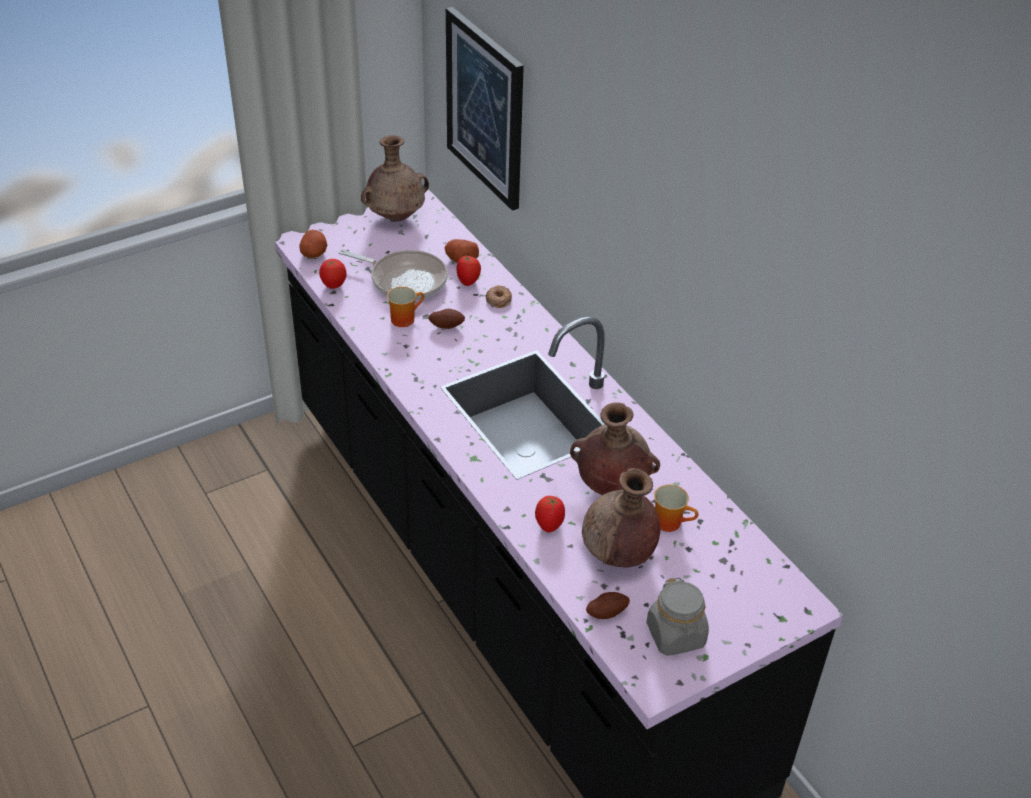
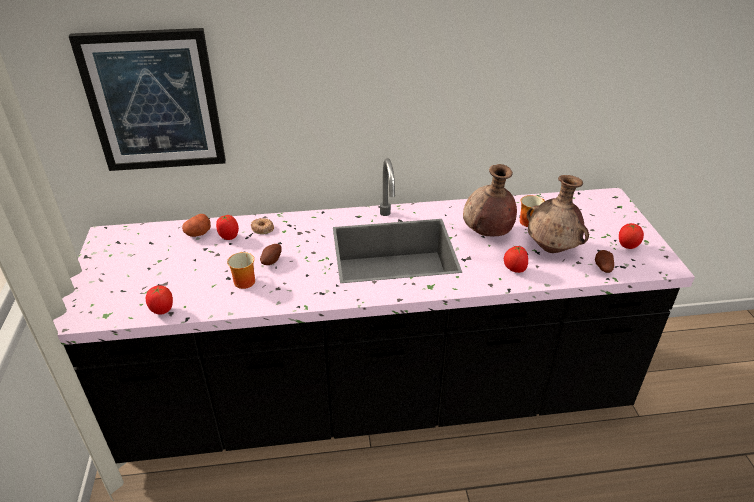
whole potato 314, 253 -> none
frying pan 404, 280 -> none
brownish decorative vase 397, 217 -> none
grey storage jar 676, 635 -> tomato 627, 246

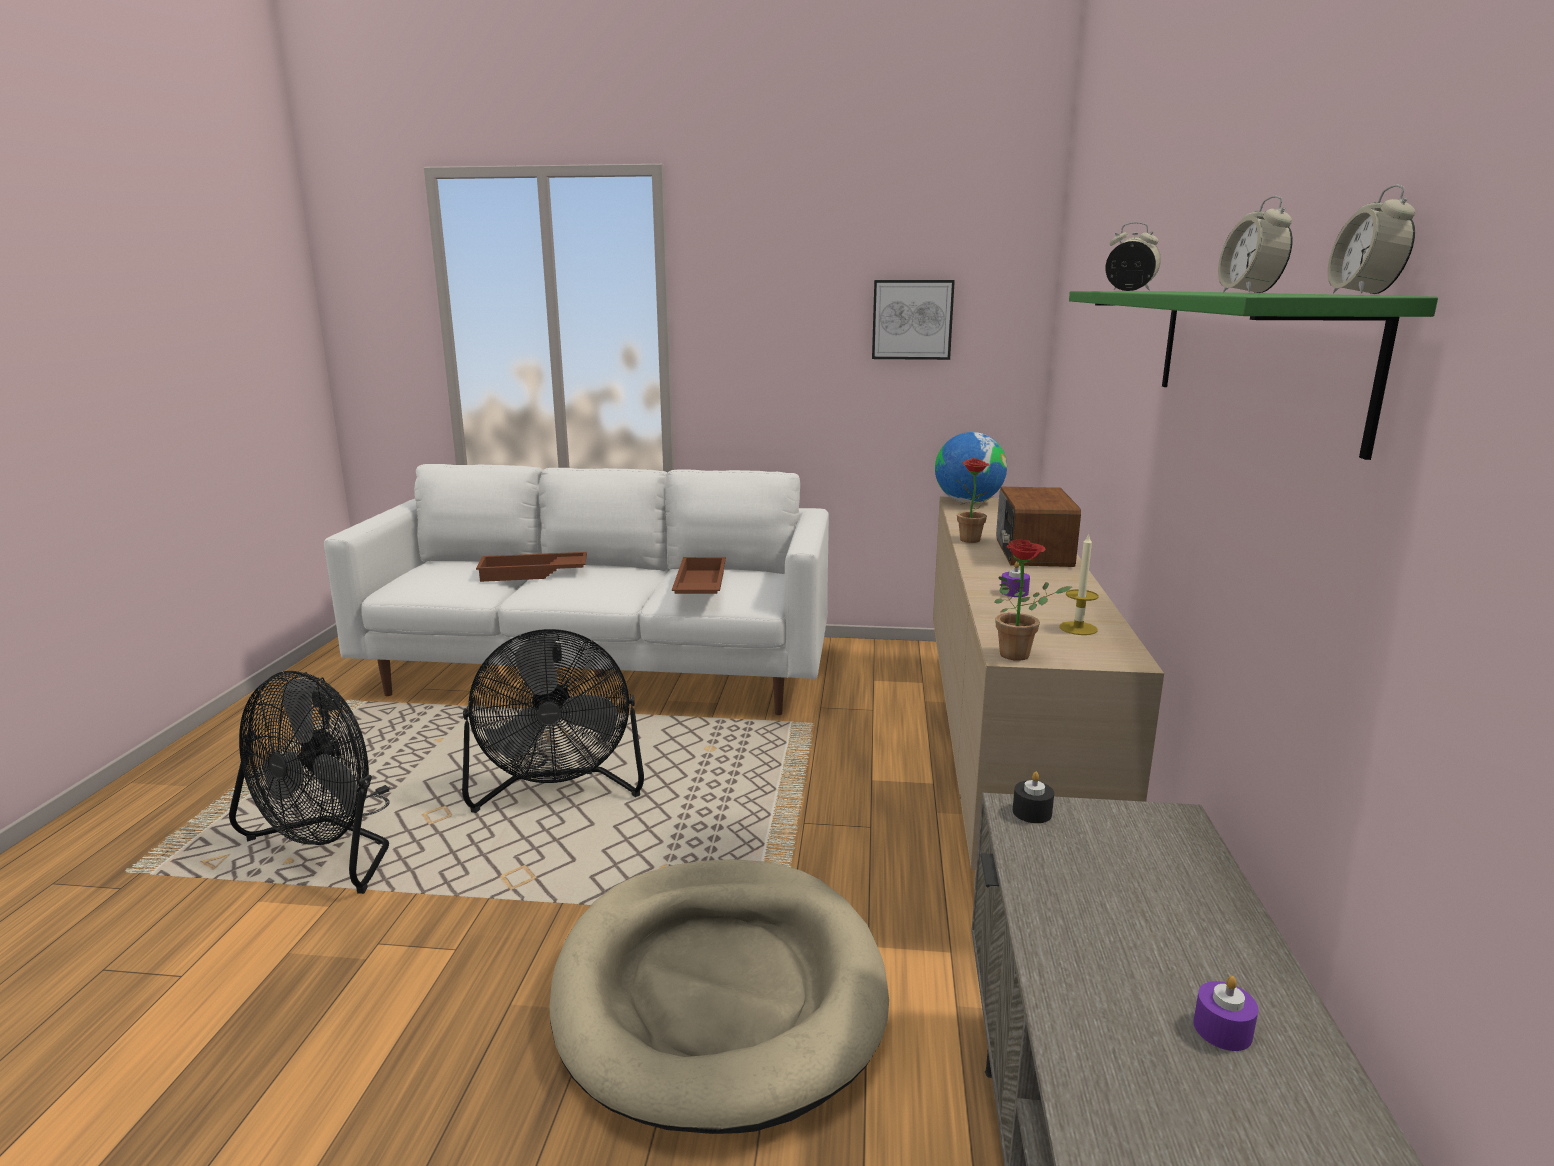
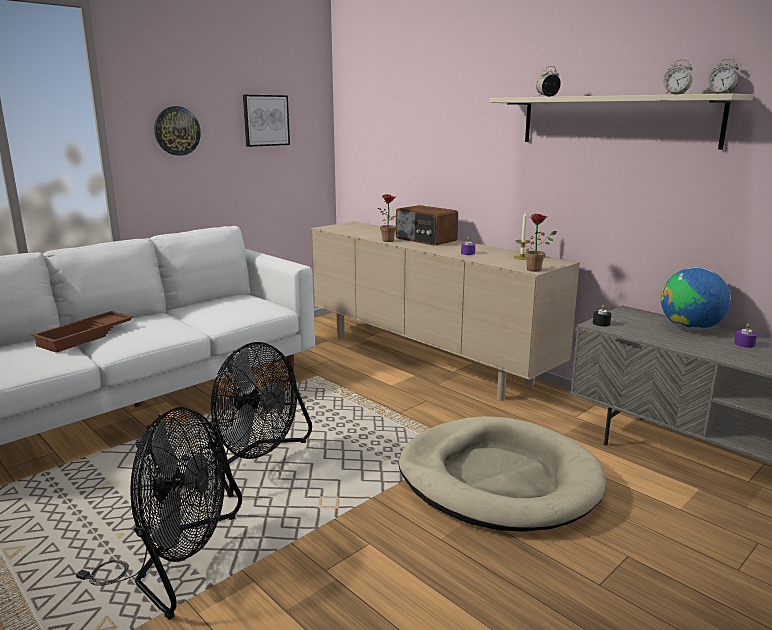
brownish carrying tray 699, 586 -> none
none -> wall clock 177, 131
desk globe 968, 502 -> desk globe 690, 328, move
green bracket shelf 1249, 354 -> sand-coloured bracket shelf 615, 121
blackish fan 332, 844 -> blackish fan 174, 563, 60 degrees counterclockwise

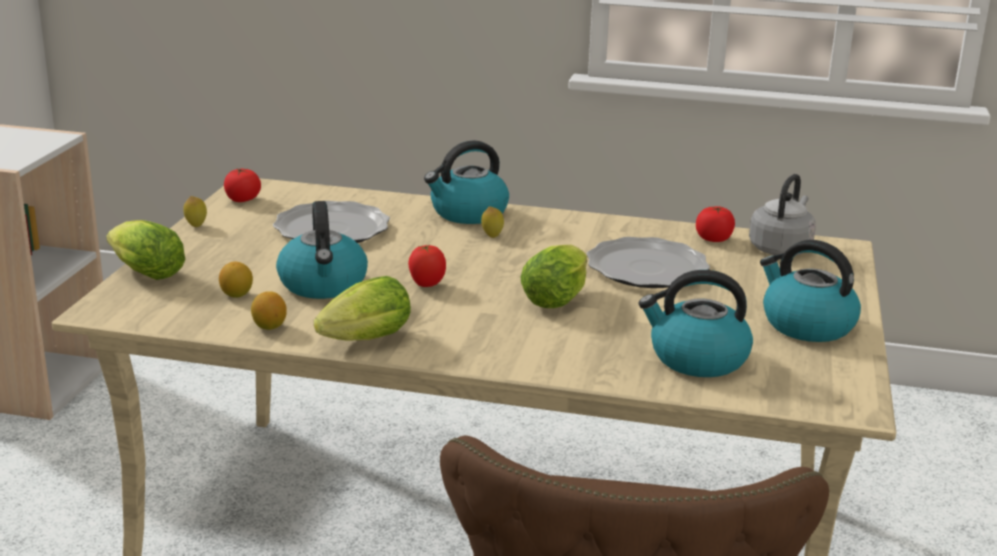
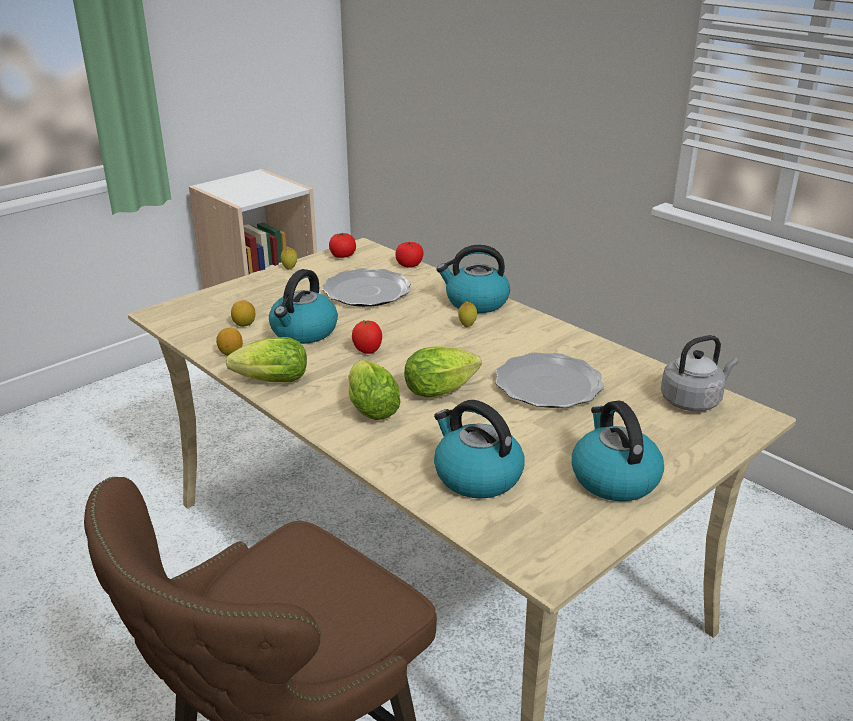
lettuce head 143, 273 -> lettuce head 370, 407, move
tomato 714, 239 -> tomato 409, 265, move

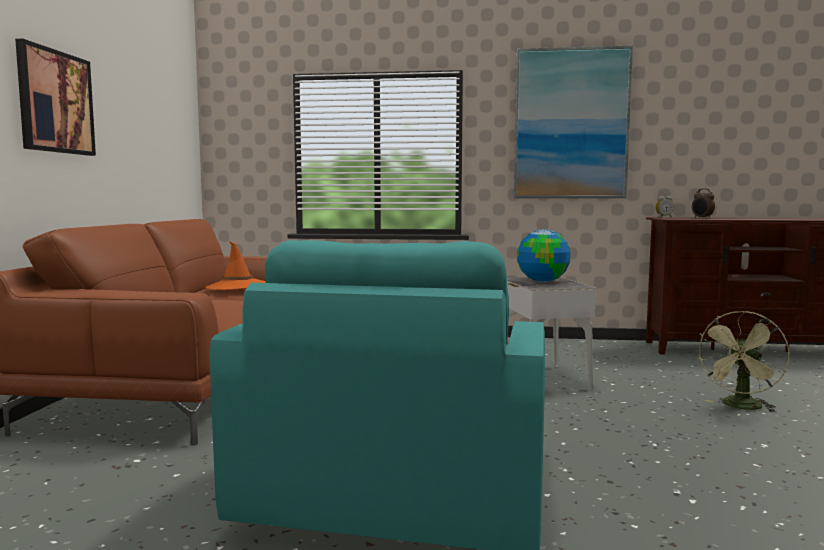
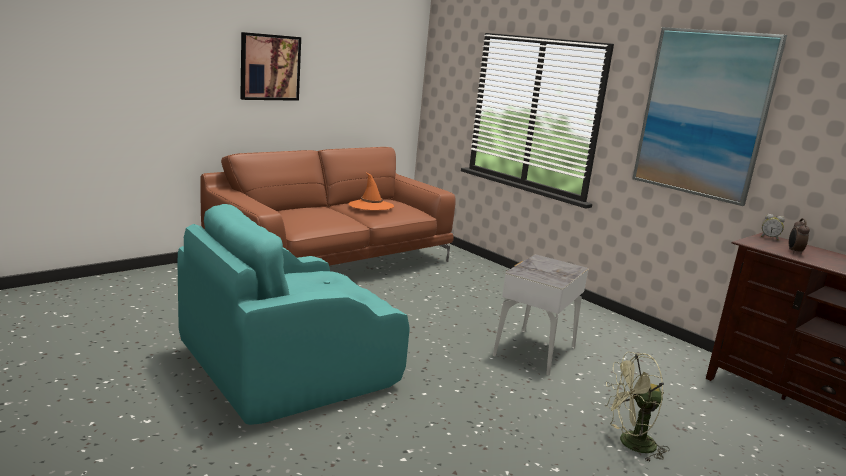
desk globe 542, 281 -> none

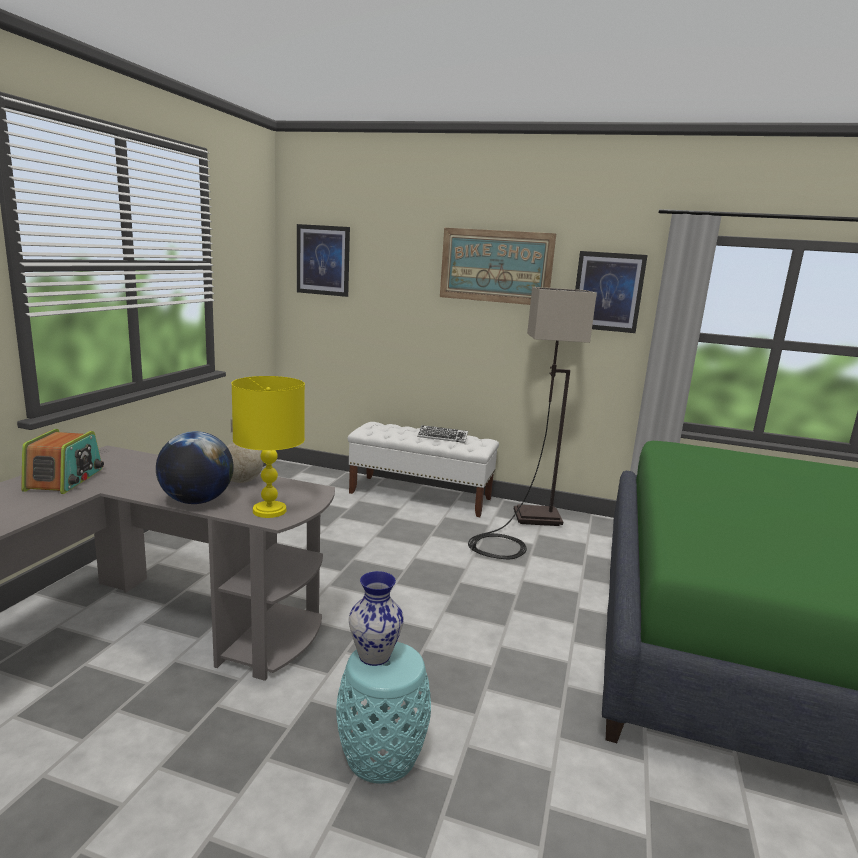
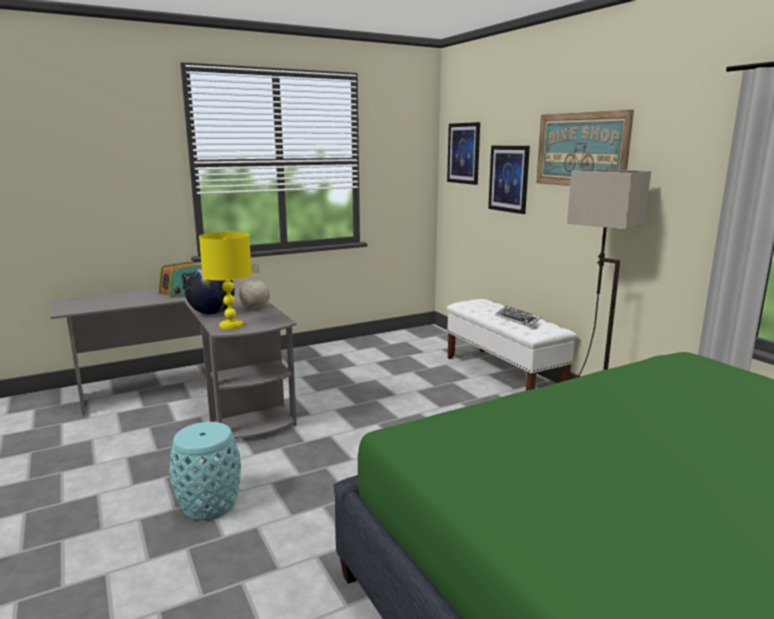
decorative vase 373, 655 -> none
wall art 607, 292 -> wall art 509, 178, move

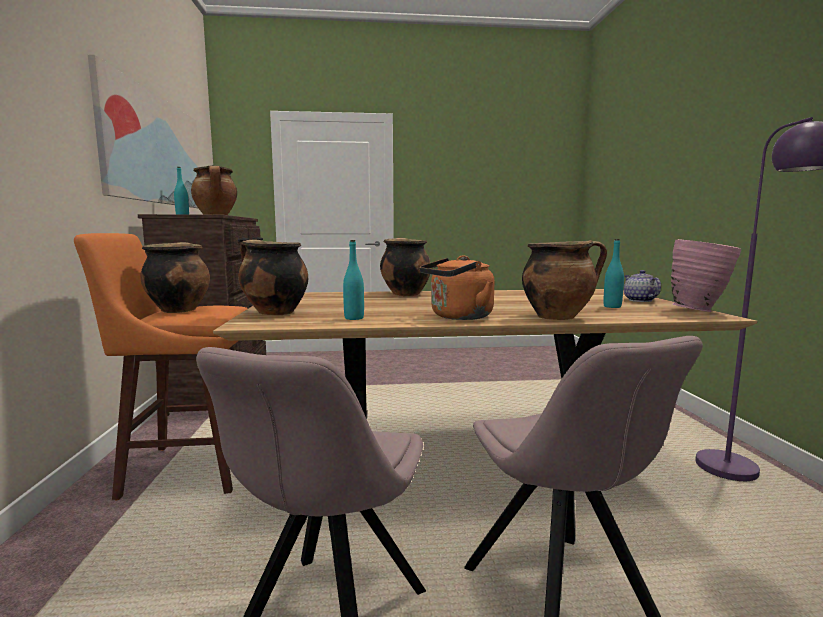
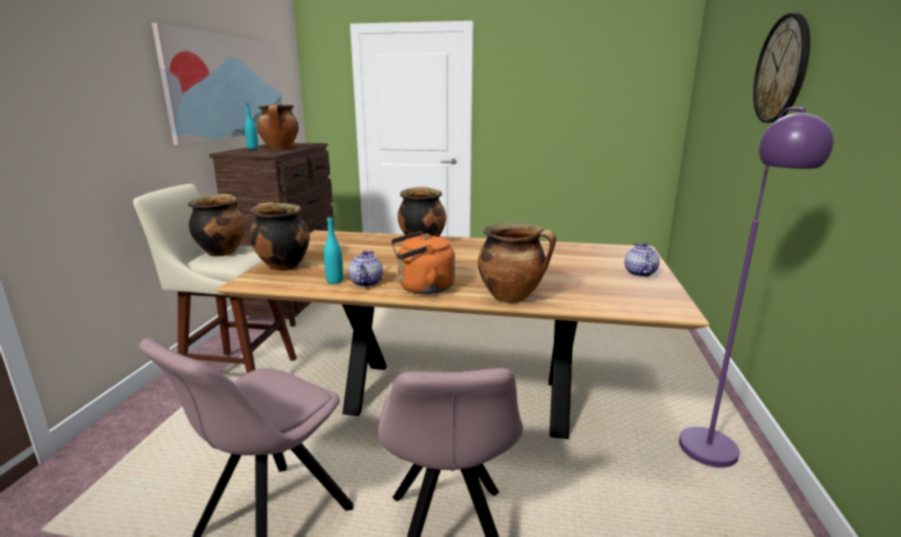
turquoise-coloured bottle 612, 306 -> none
pinkish decorative vase 699, 310 -> none
none -> pot for tea 365, 282
none -> wall clock 782, 70
orange-coloured sitting stool 188, 469 -> sand-coloured sitting stool 238, 375

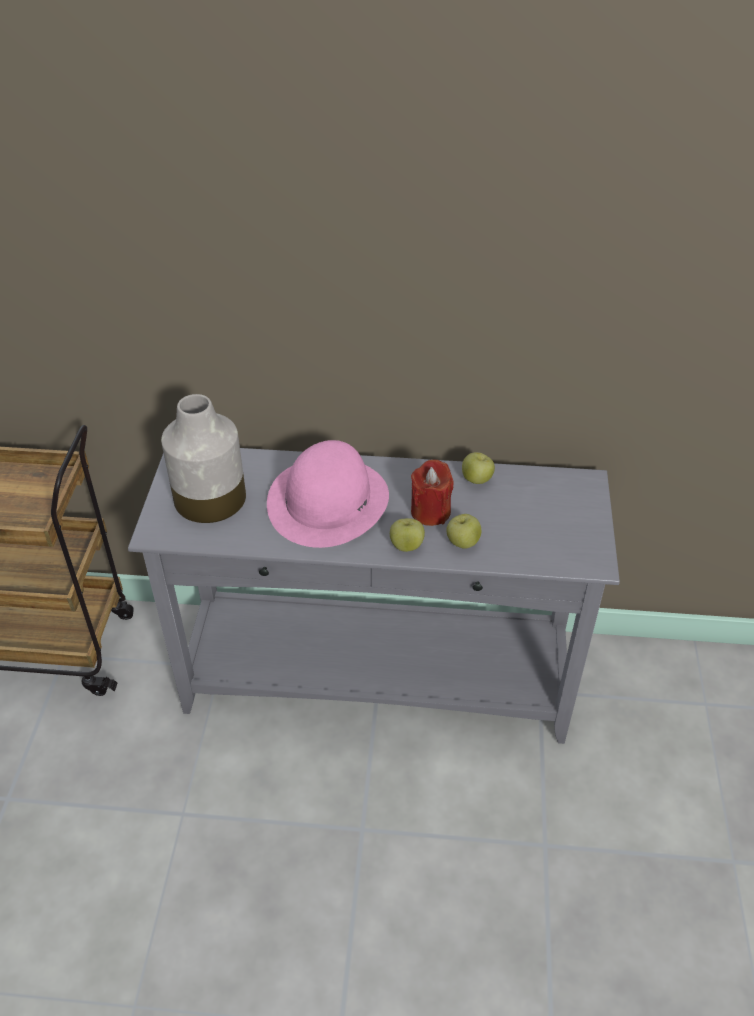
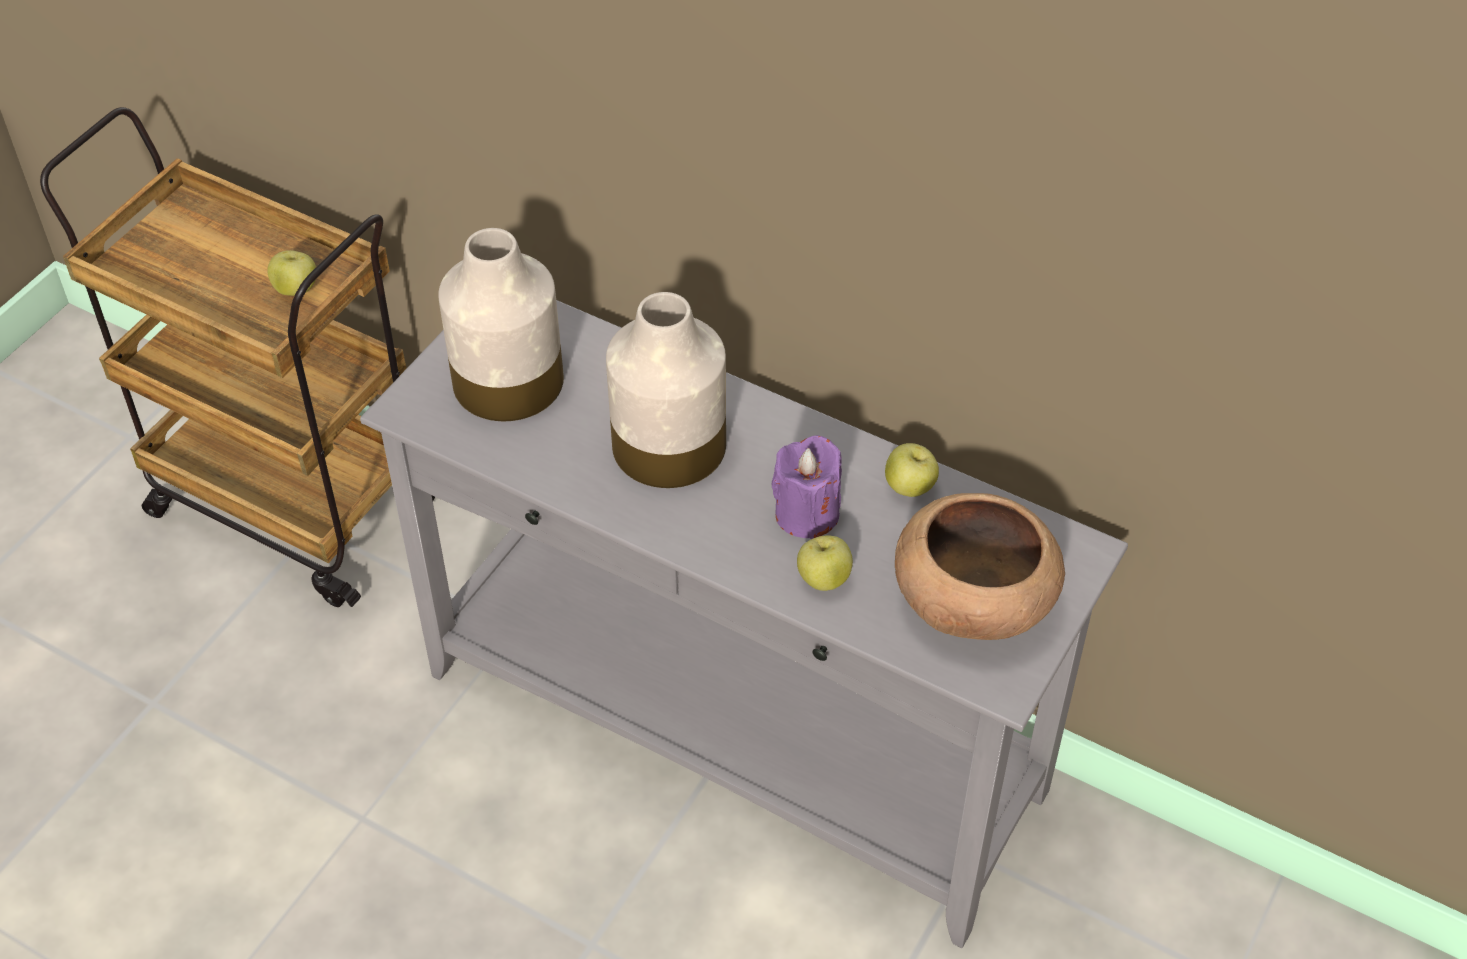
none -> brownish serving bowl 973, 600
apple fruit 406, 546 -> apple fruit 296, 289, move
pinkish wearable hat 328, 500 -> sand-coloured decorative vase 669, 443
red wax candle 430, 511 -> purplish wax candle 807, 513

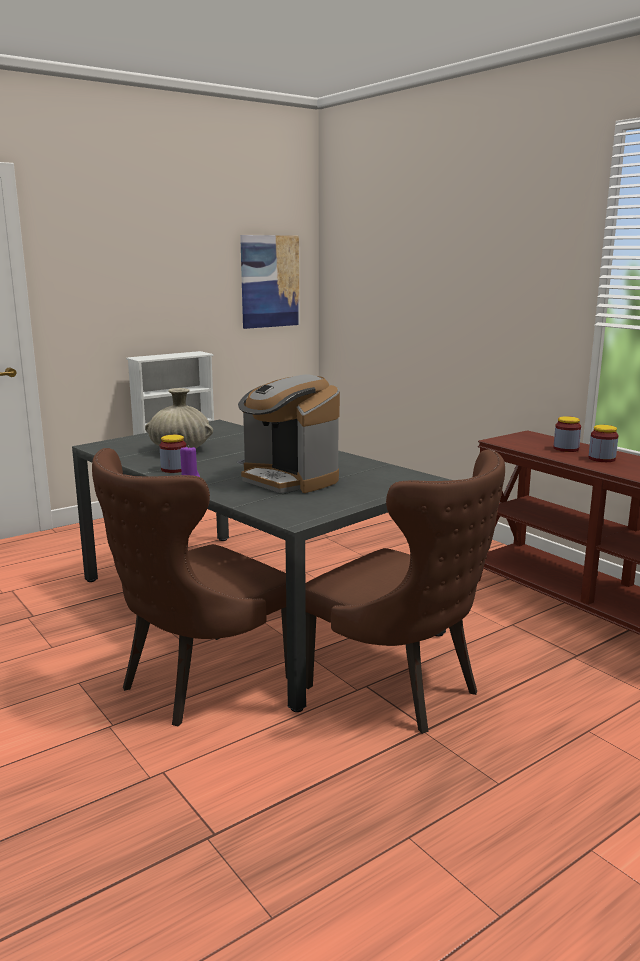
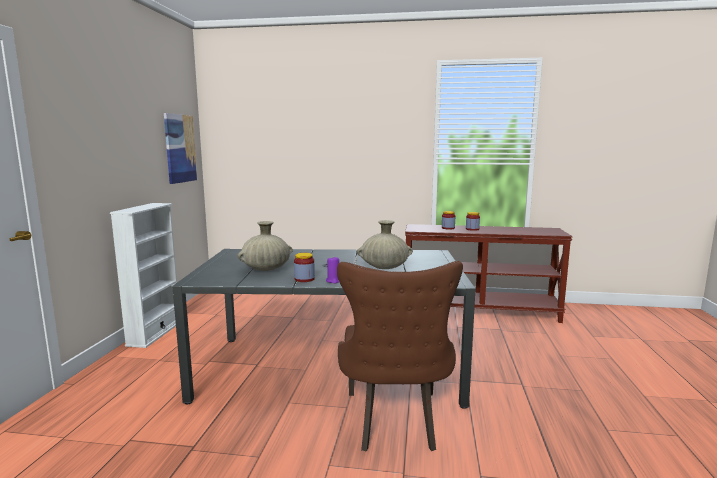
brownish chair 400, 688 -> none
coffee brewer 289, 479 -> sand-coloured decorative vase 384, 267

